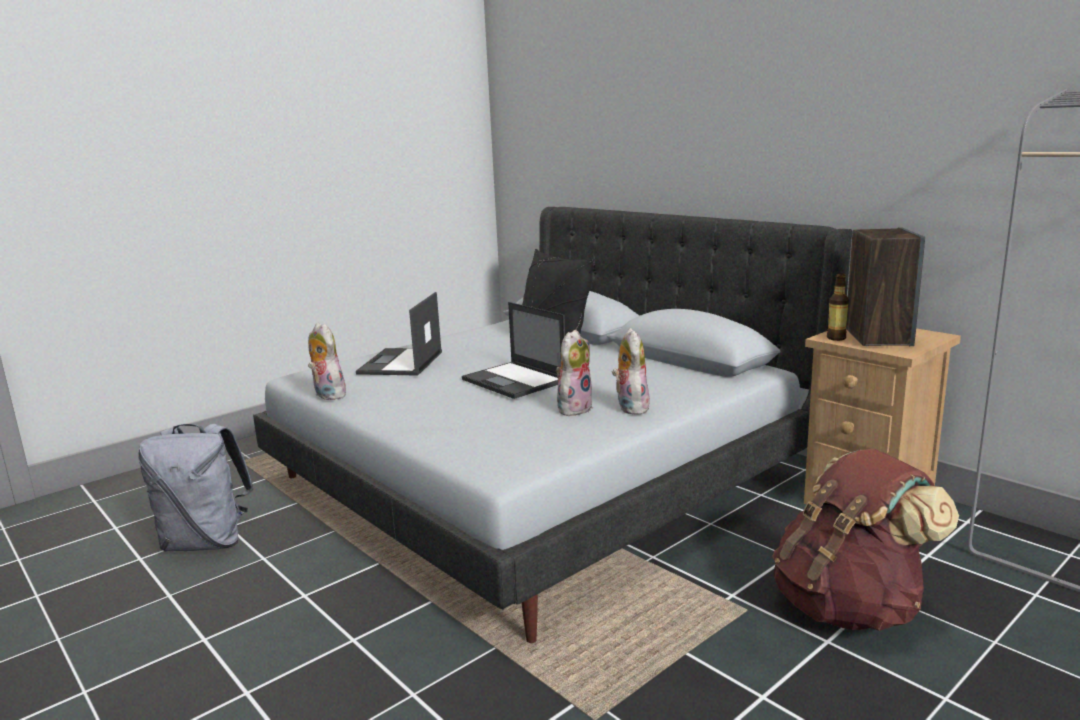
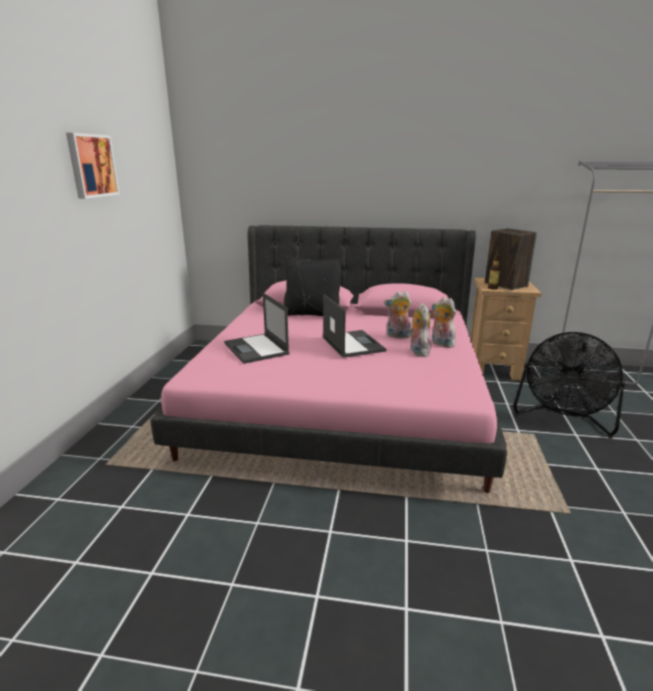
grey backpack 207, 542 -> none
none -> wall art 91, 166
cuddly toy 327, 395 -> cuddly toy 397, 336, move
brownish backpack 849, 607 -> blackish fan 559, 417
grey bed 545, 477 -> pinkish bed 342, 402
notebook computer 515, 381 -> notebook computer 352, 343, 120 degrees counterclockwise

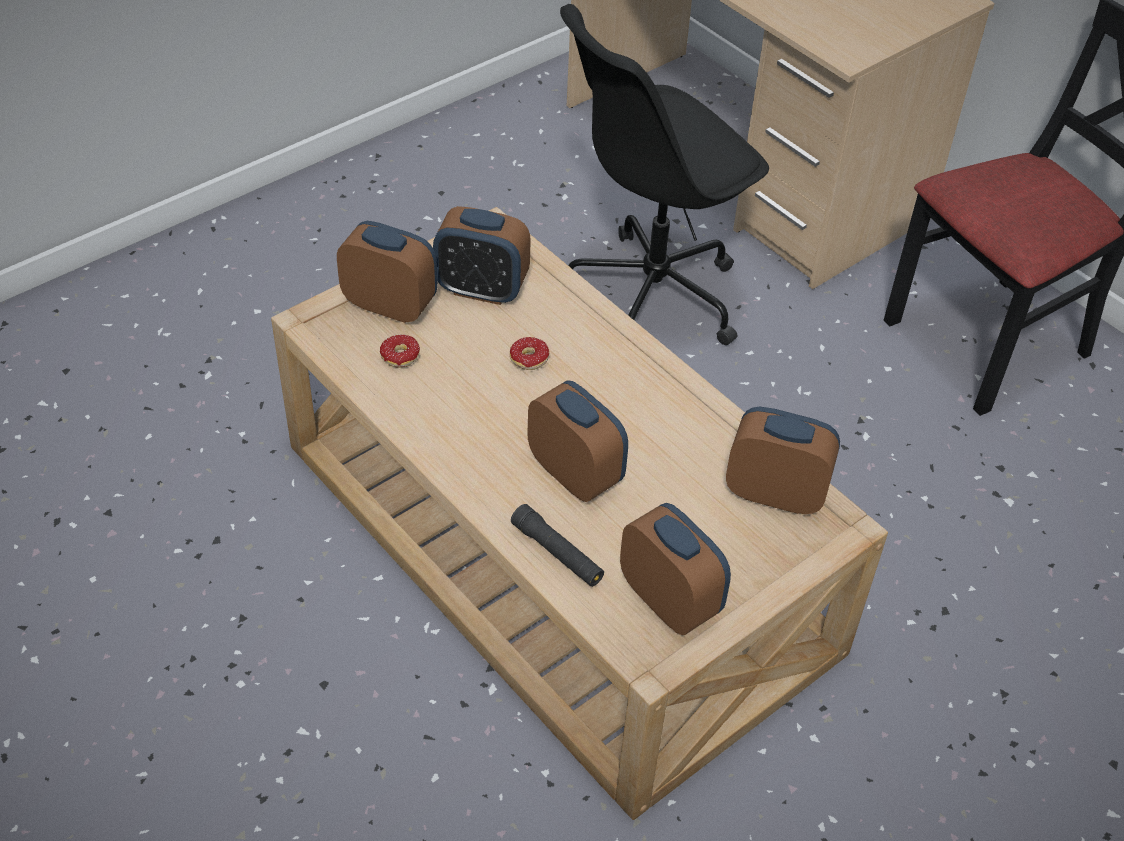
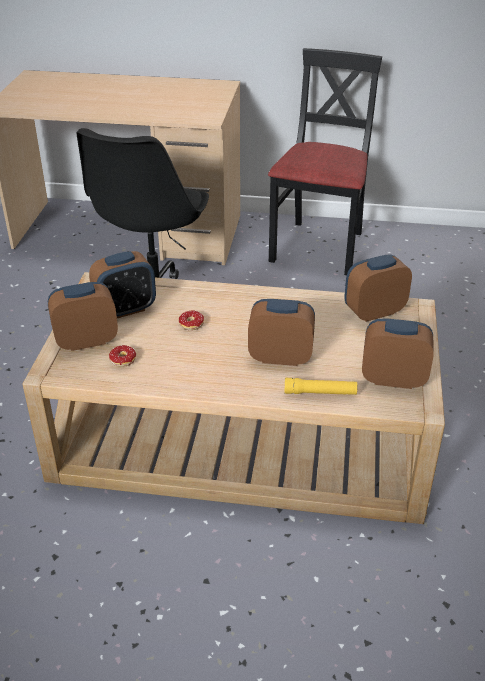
blackish hand torch 557, 553 -> yellow hand torch 320, 392

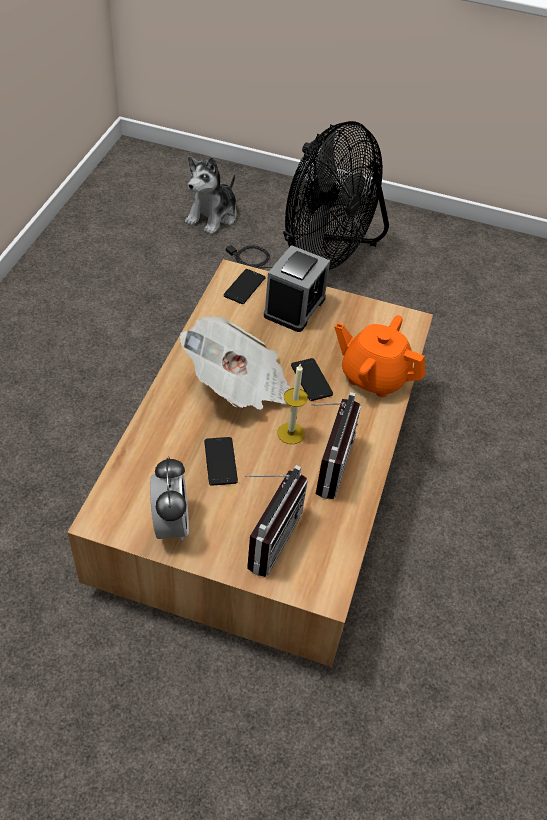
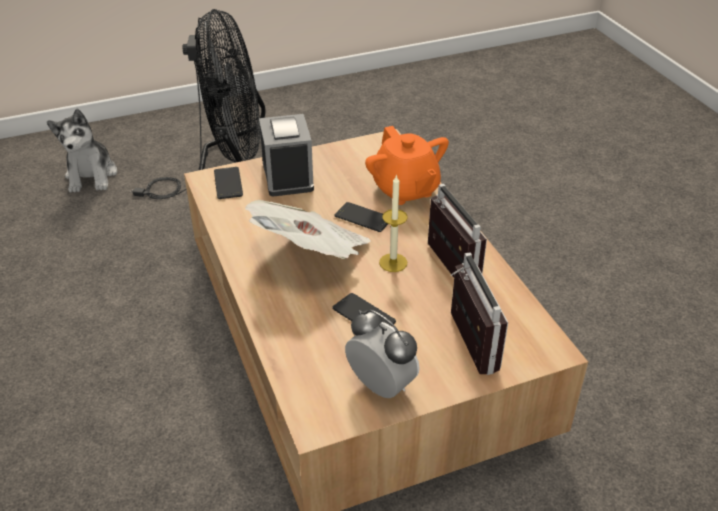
orange-coloured pot for tea 373, 376 -> orange-coloured pot for tea 405, 190, 105 degrees counterclockwise

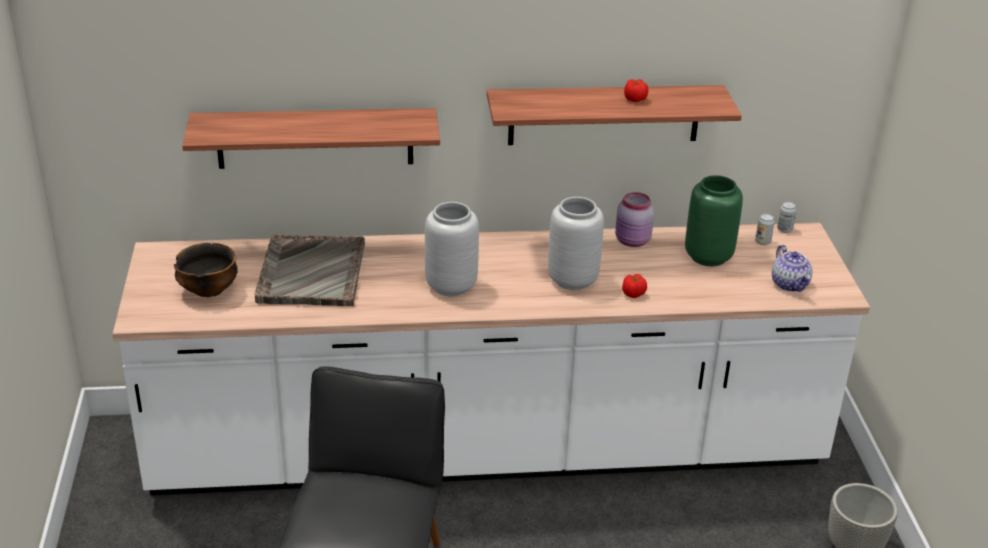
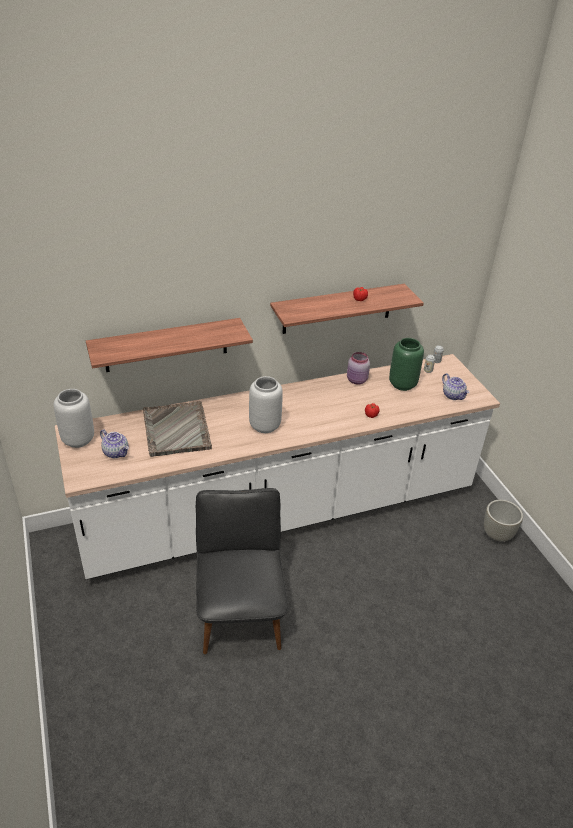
grey decorative vase 573, 279 -> grey decorative vase 78, 439, move
serving bowl 208, 290 -> pot for tea 116, 452

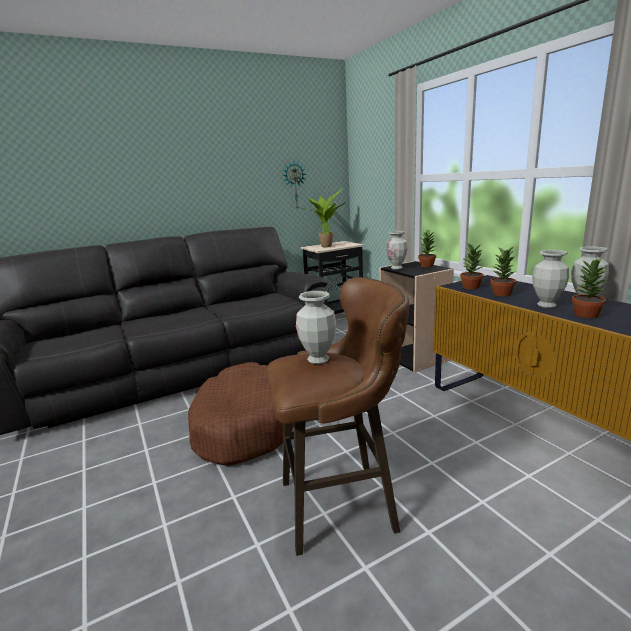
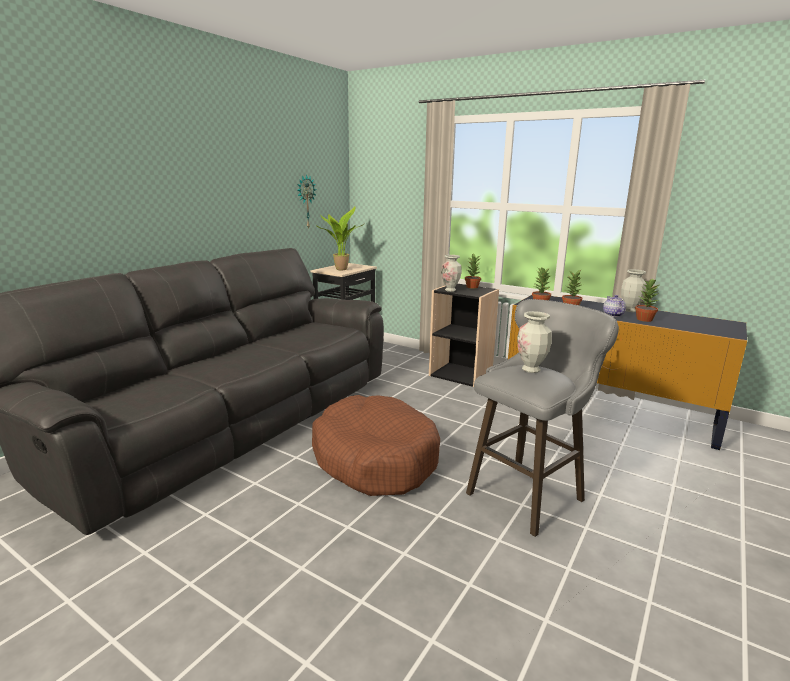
decorative vase 546, 305 -> pot for tea 612, 315
brownish sitting stool 342, 504 -> grey sitting stool 528, 495

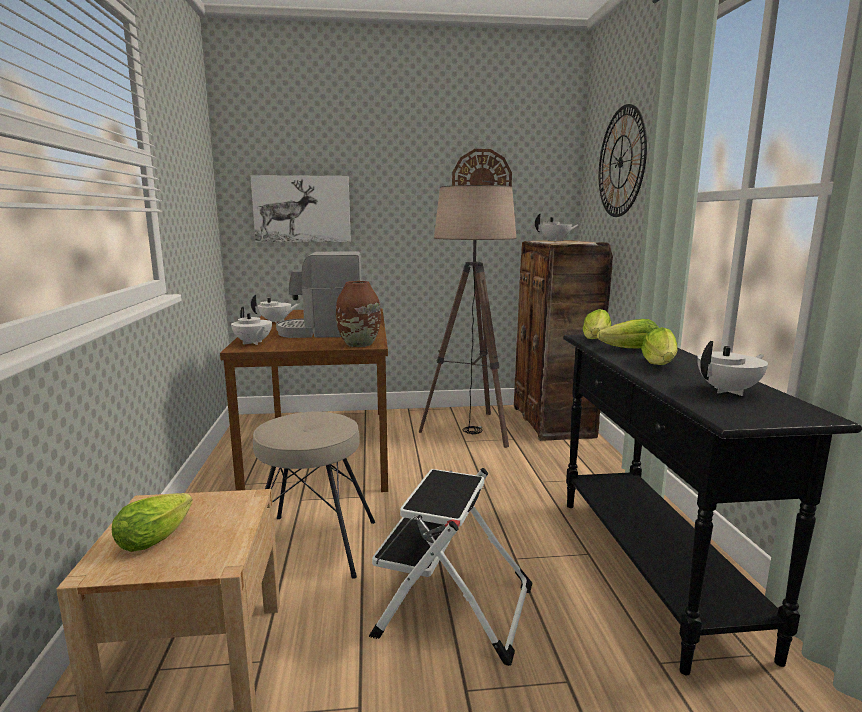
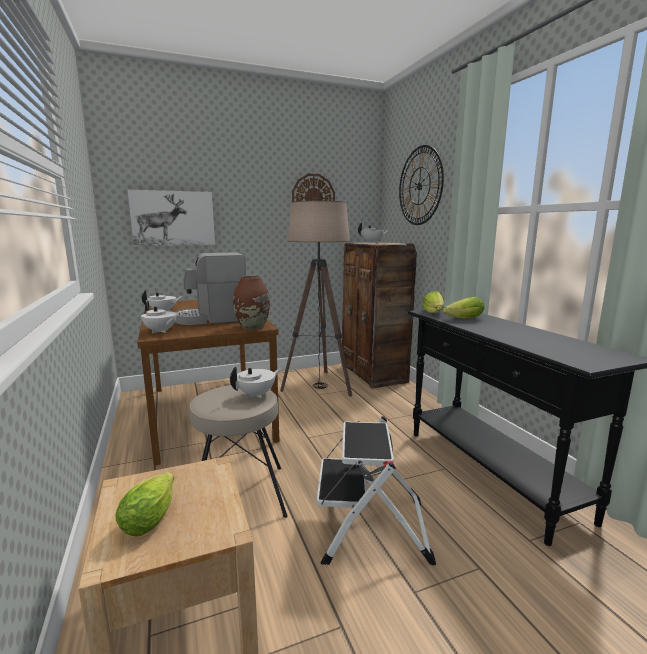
lettuce head 660, 365 -> none
white-coloured pot for tea 729, 391 -> white-coloured pot for tea 257, 394, move

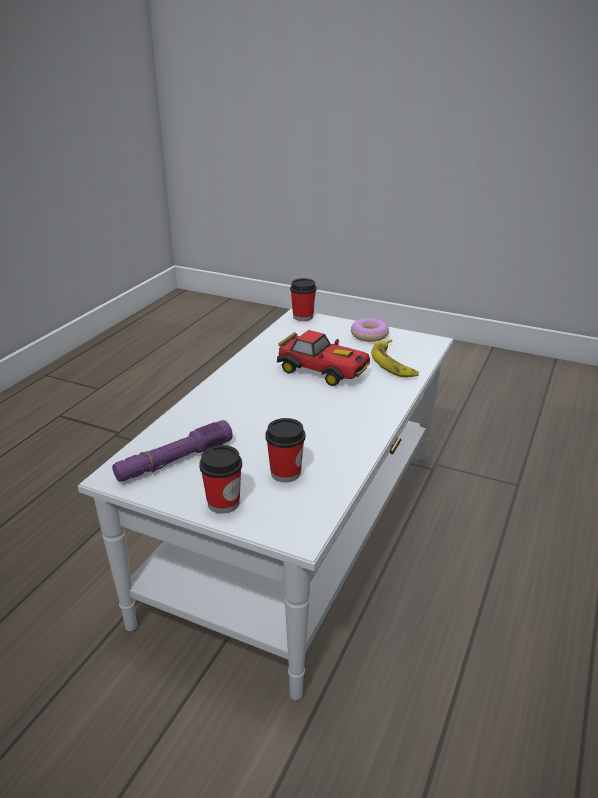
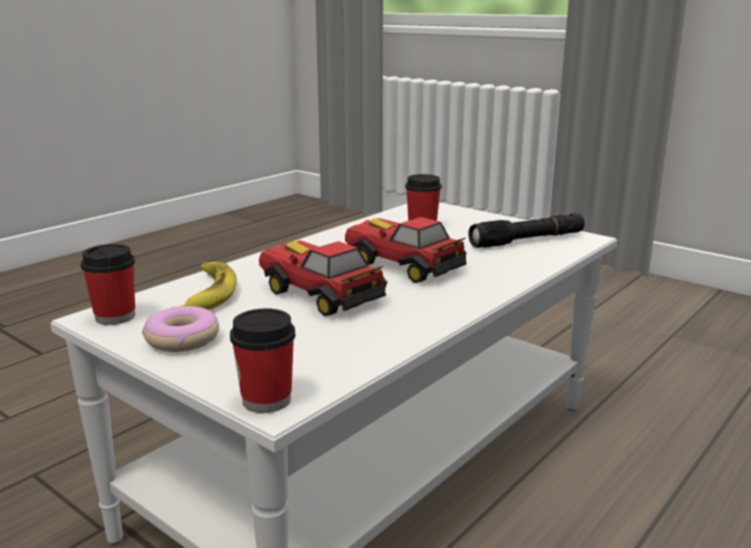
none -> toy car 403, 265
cup 223, 503 -> cup 115, 317, move
purplish hand torch 175, 461 -> blackish hand torch 527, 240

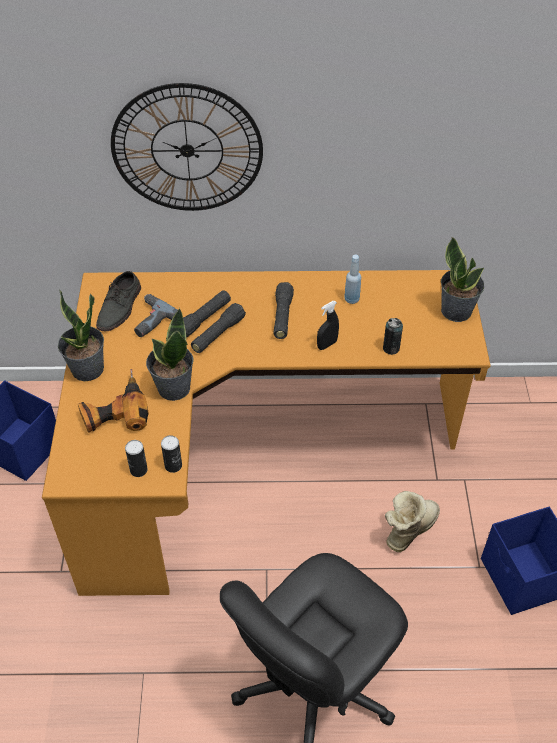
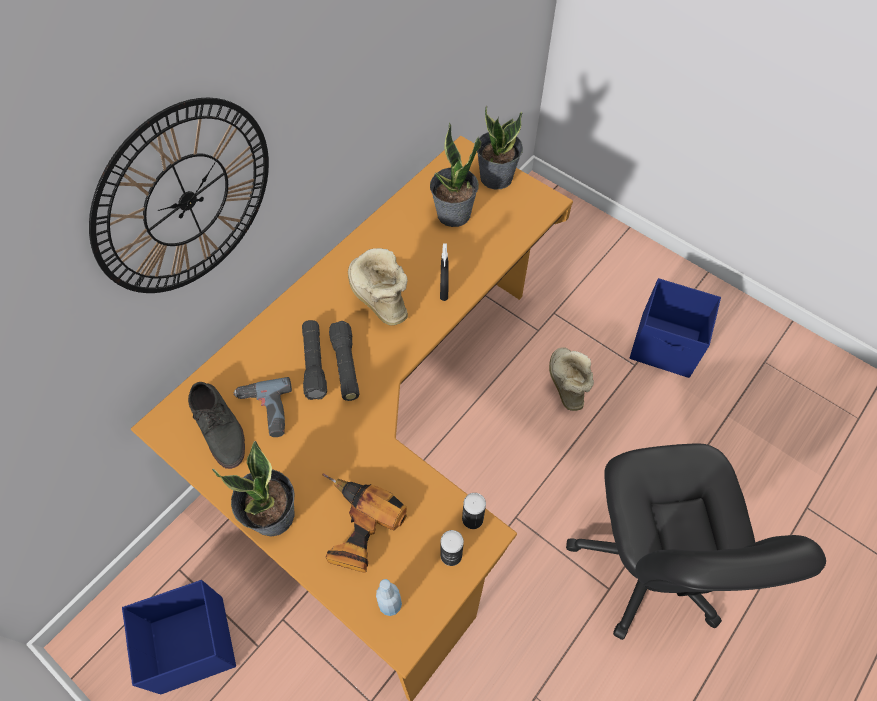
can 391, 348 -> none
plant in a pot 173, 388 -> plant in a pot 453, 214, move
blue-coloured bottle 351, 299 -> blue-coloured bottle 390, 604, move
blackish hand torch 282, 316 -> high-top boot 377, 300

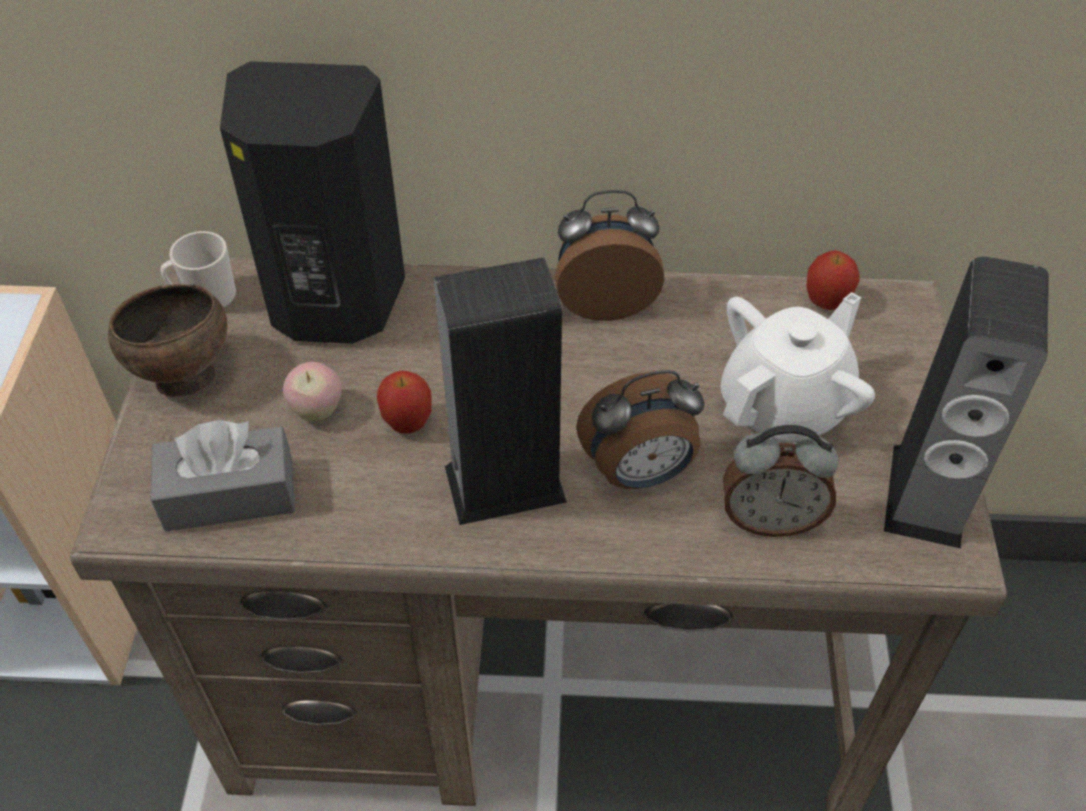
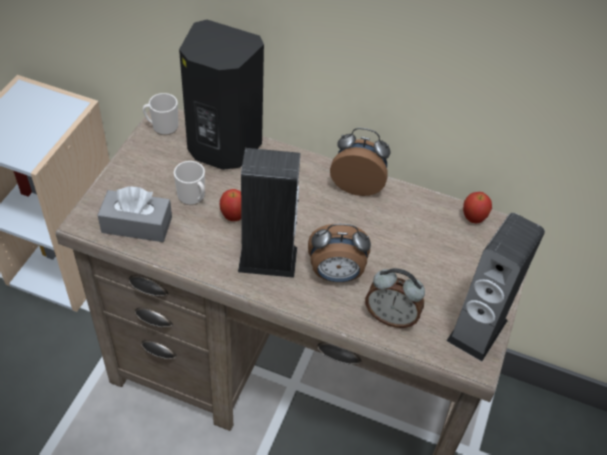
brownish serving bowl 183, 377 -> none
white-coloured pot for tea 784, 407 -> none
apple fruit 317, 410 -> coffee mug 193, 197

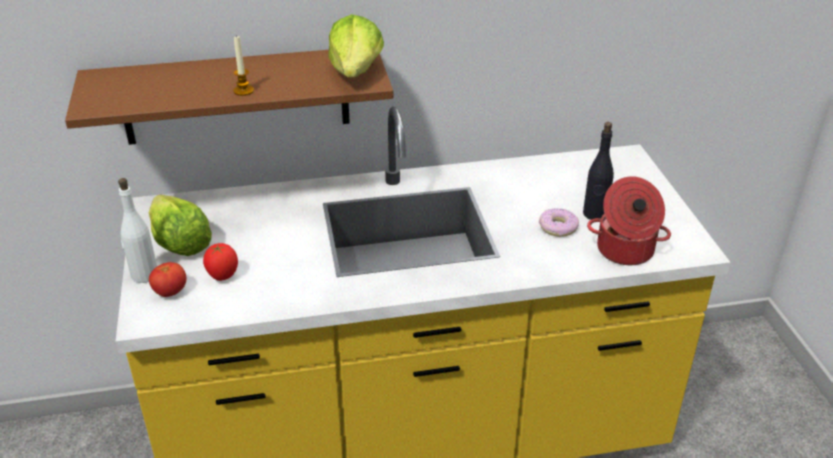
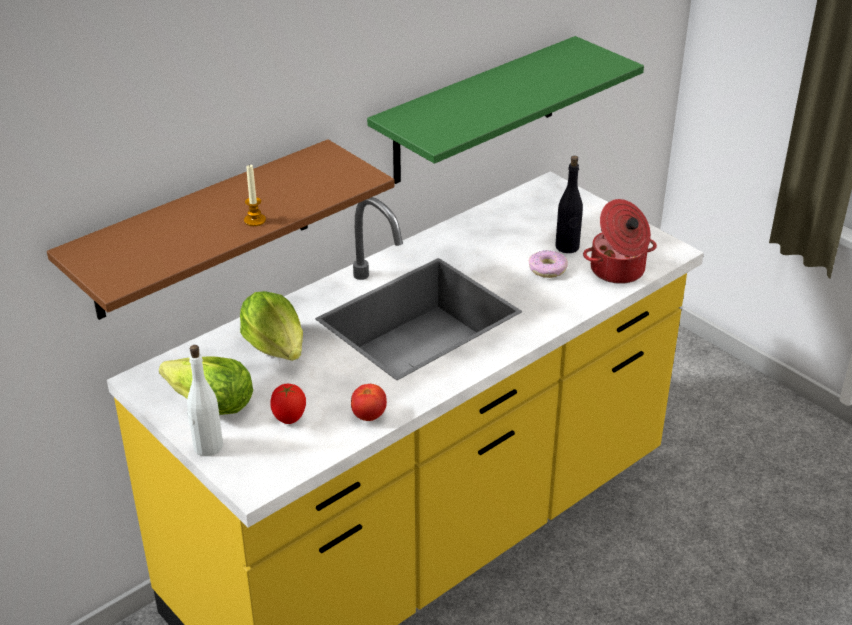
none -> green bracket shelf 476, 111
tomato 170, 292 -> tomato 369, 415, move
lettuce head 356, 72 -> lettuce head 276, 347, move

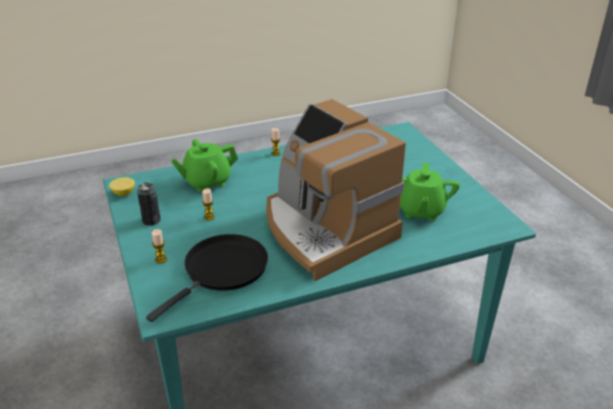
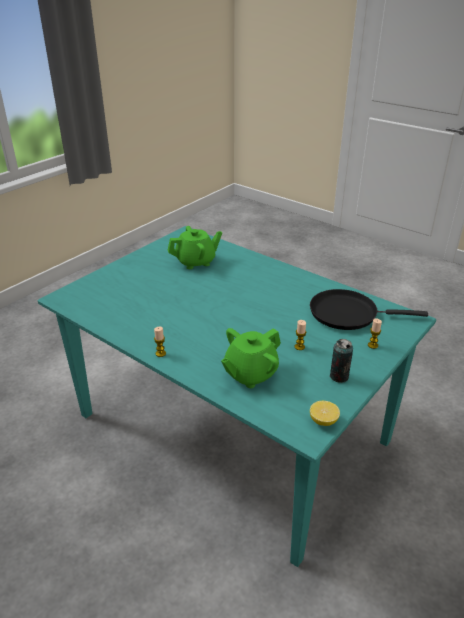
coffee brewer 325, 230 -> none
green pot for tea 207, 182 -> green pot for tea 250, 374, 105 degrees clockwise

